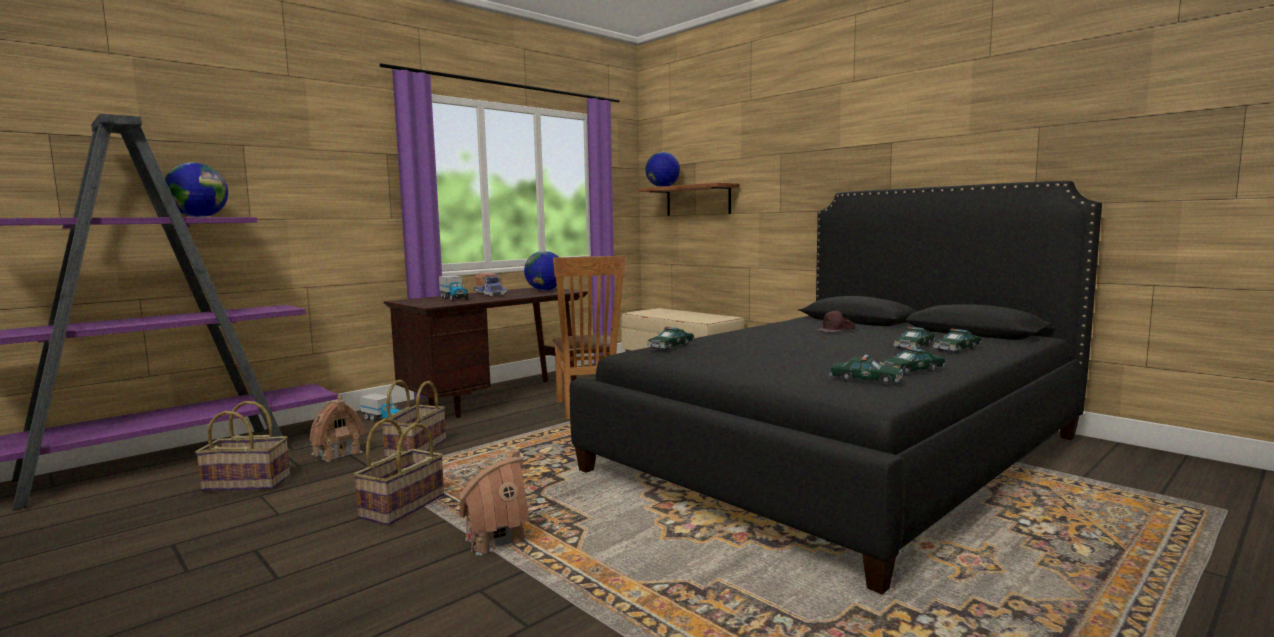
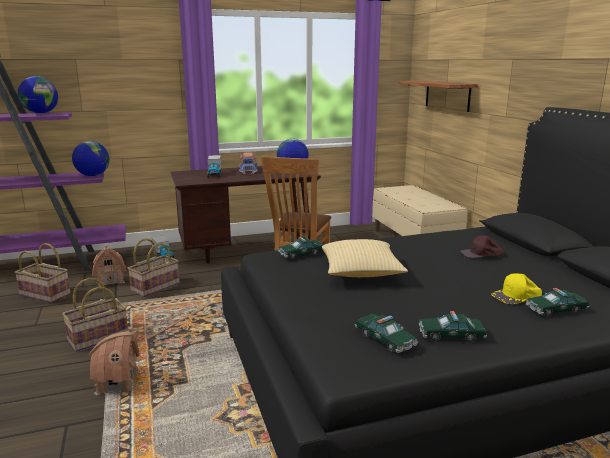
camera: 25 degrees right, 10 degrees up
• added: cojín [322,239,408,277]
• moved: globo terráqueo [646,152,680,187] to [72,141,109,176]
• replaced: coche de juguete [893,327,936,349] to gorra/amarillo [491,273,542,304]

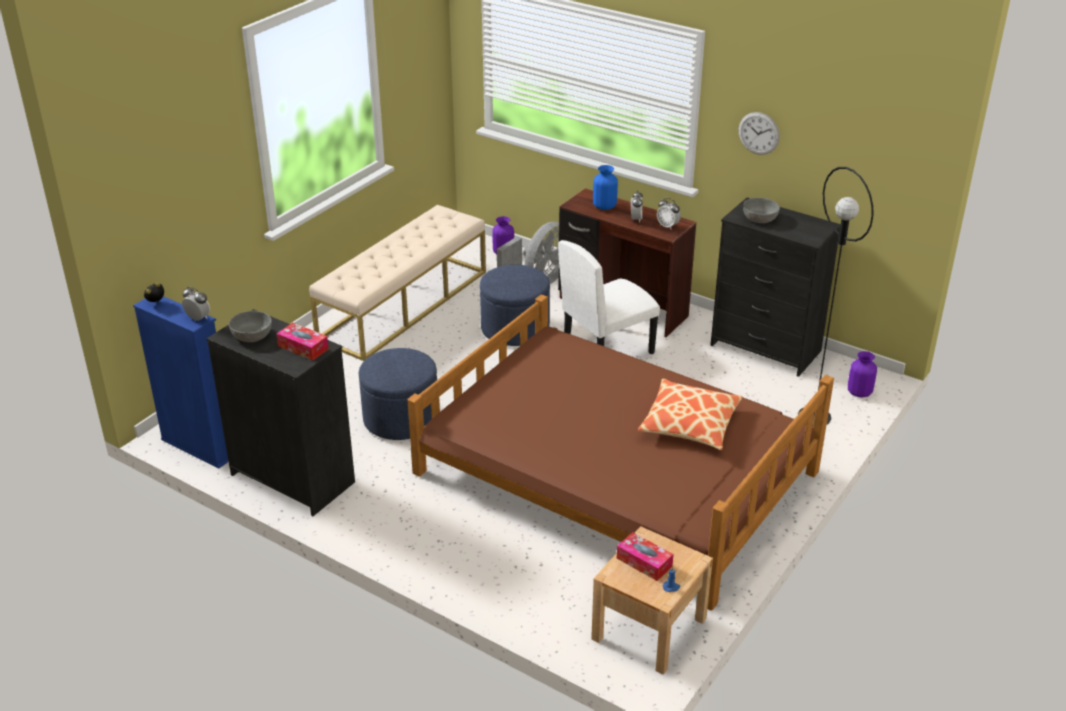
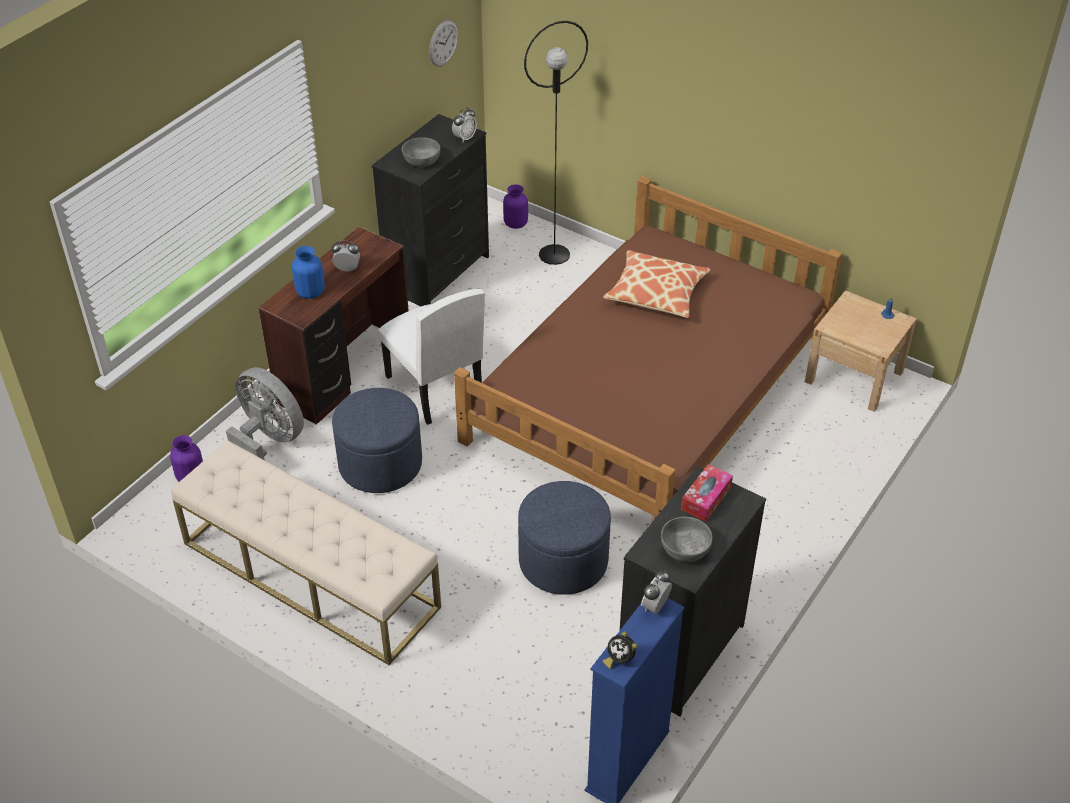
camera: 90 degrees left, 10 degrees up
• removed: caja de pañuelos [617,532,673,581]
• moved: despertador [657,198,681,229] to [452,108,477,142]
• moved: reloj de pared [739,112,780,155] to [429,20,458,67]

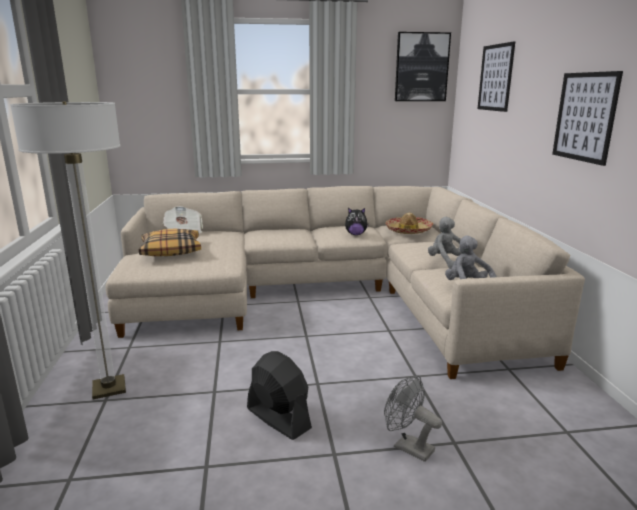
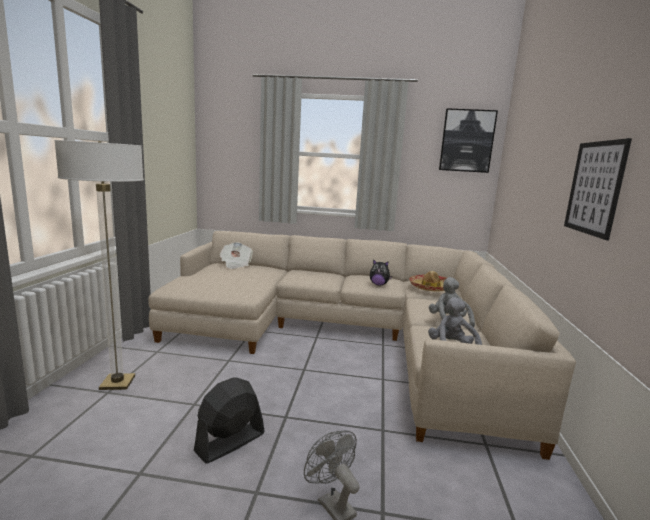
camera: 15 degrees right, 5 degrees down
• removed: cojín [139,229,201,256]
• removed: cuadro [477,41,515,112]
• turned: ventilador/negro [247,351,312,440] = [194,378,265,464] 105 degrees counterclockwise

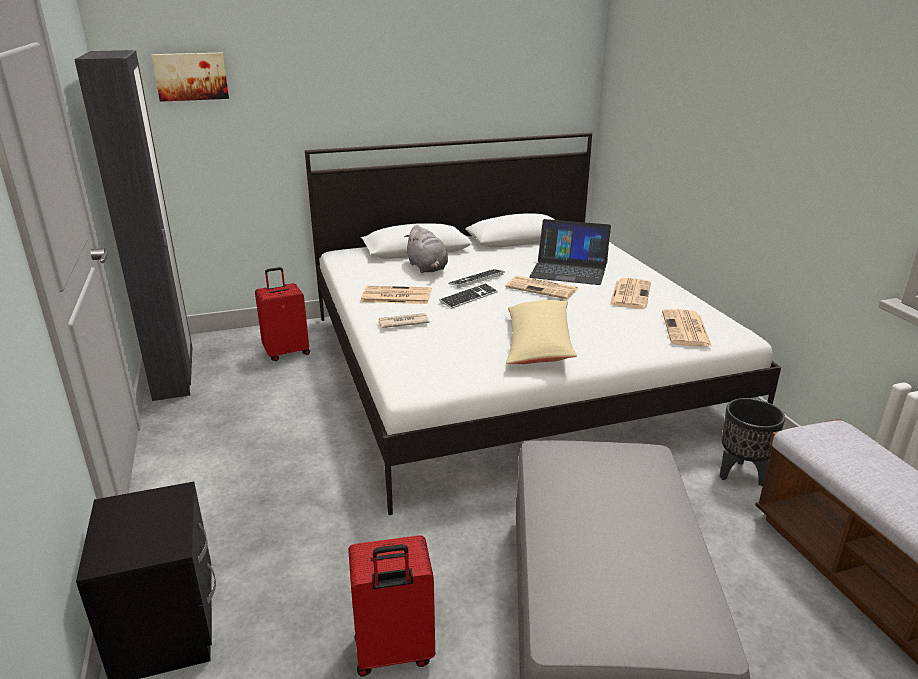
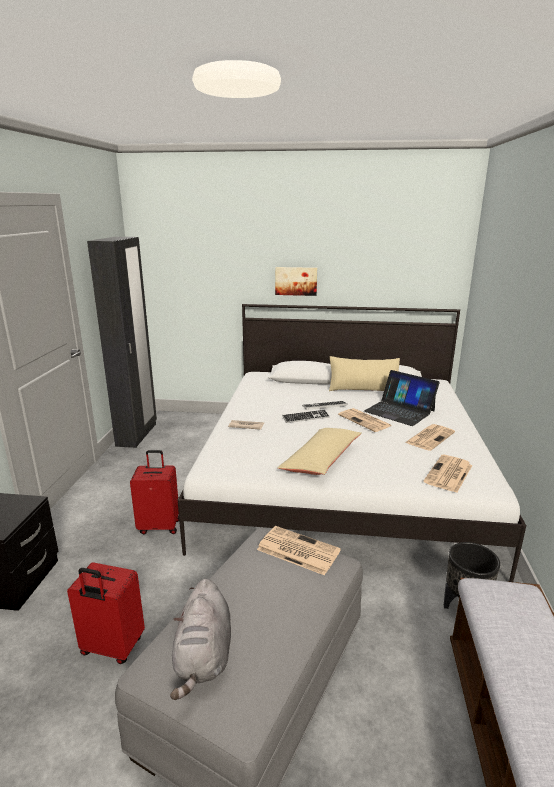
camera: 25 degrees right, 5 degrees down
• added: cojín/beis [329,356,400,391]
• moved: cuadro [151,53,229,102] to [275,267,317,296]
• moved: maleta/rojo [255,267,310,361] to [130,450,179,534]
• moved: periódico [361,286,432,304] to [257,526,341,576]
• moved: peluche/gris [404,225,448,273] to [170,579,231,700]

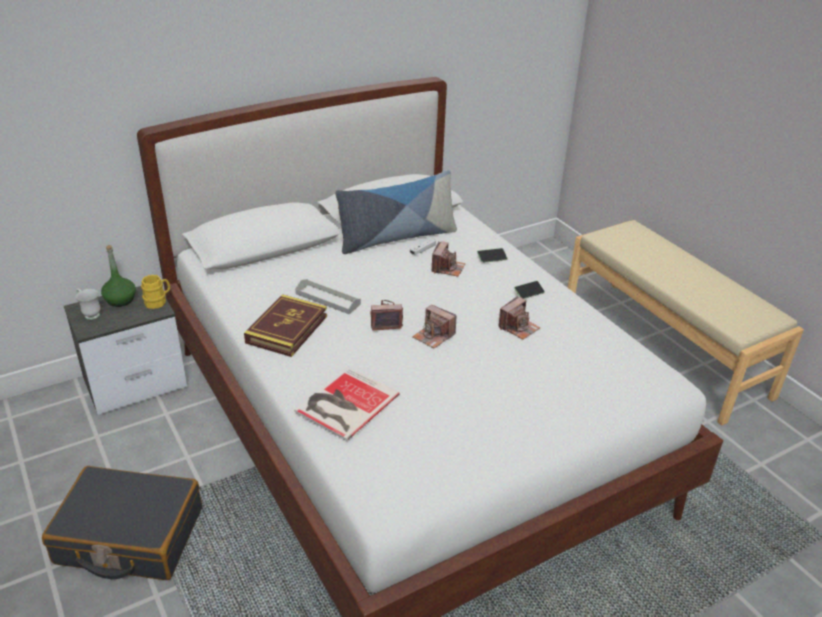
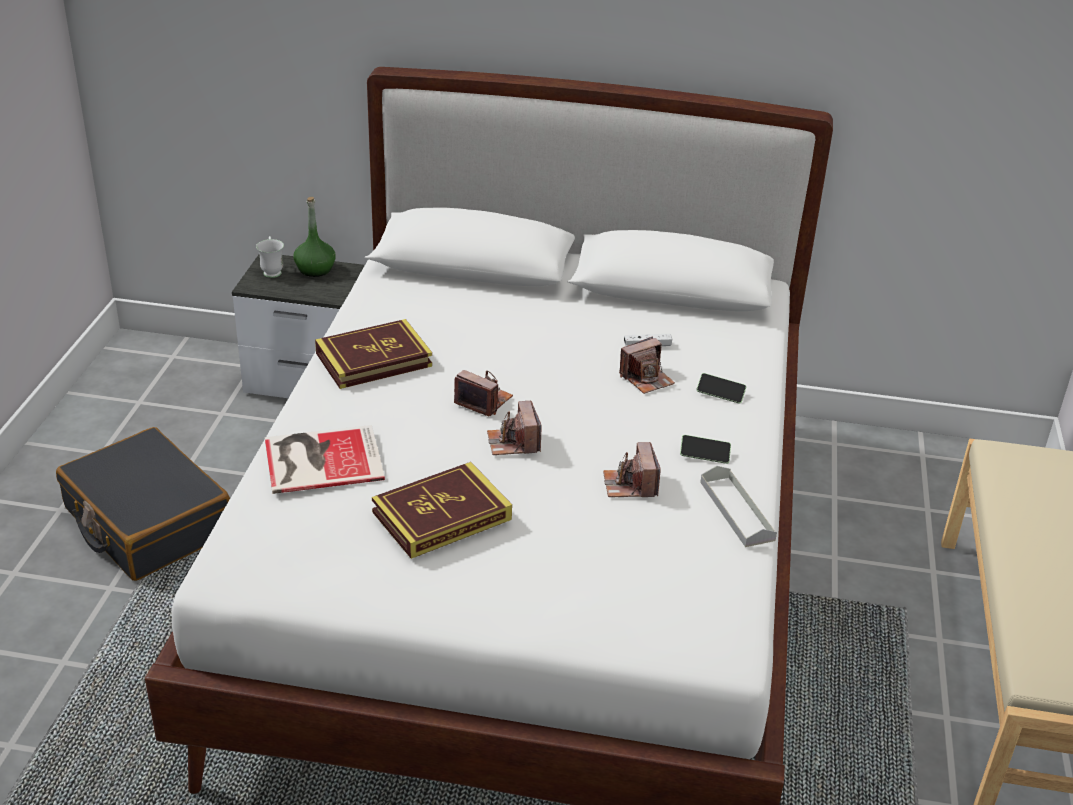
camera: 40 degrees right, 0 degrees up
• removed: taza grande/amarillo [141,275,170,309]
• removed: cojín [335,170,457,254]
• added: libro [372,462,512,559]
• moved: bandeja/gris [295,279,361,314] to [700,466,777,547]
• turned: cámara [498,296,540,340] = [603,442,661,497] 90 degrees clockwise

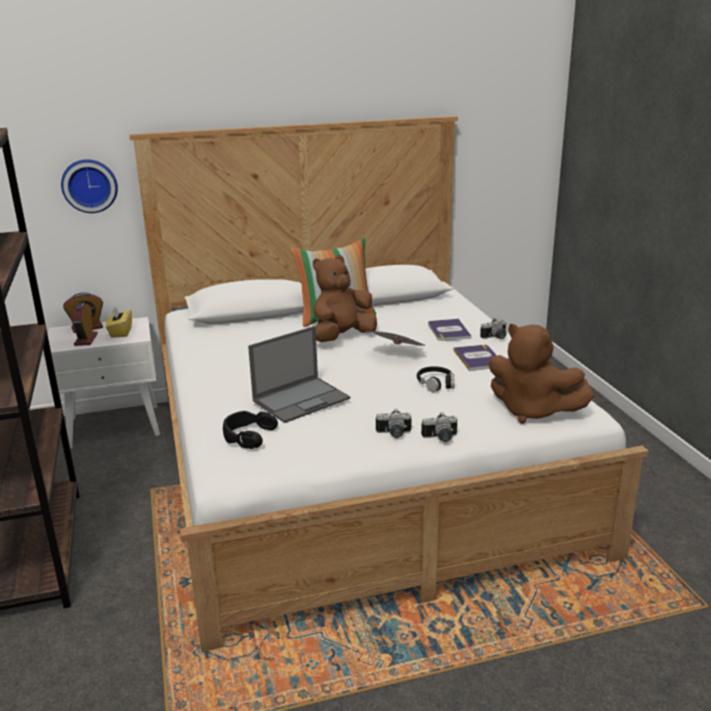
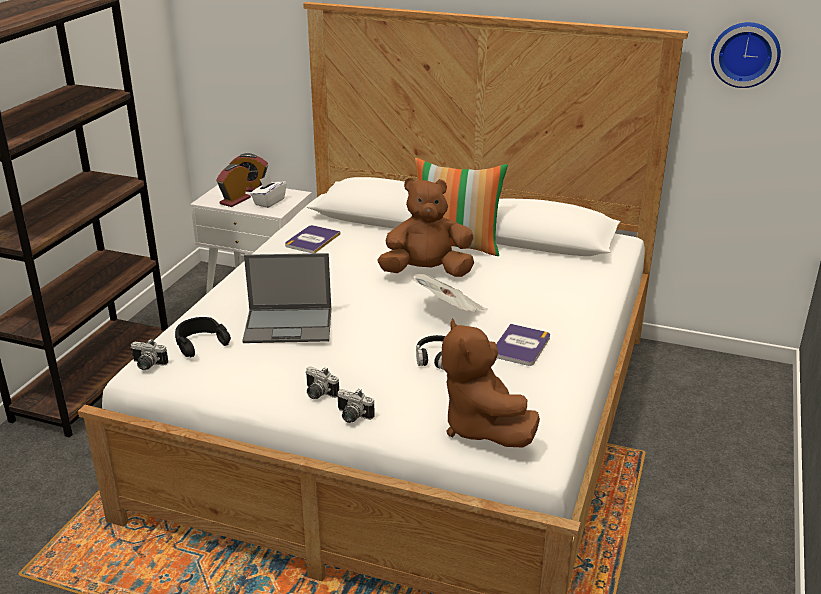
camera: 35 degrees right, 5 degrees up
• moved: reloj de pared [61,159,118,213] to [711,22,781,88]
• moved: libro [428,319,472,341] to [285,225,341,253]
• moved: cámara [480,318,506,339] to [130,339,168,370]
• recoloured: caja de pañuelos/amarillo [106,306,132,338] to caja de pañuelos/blanco [250,174,286,208]

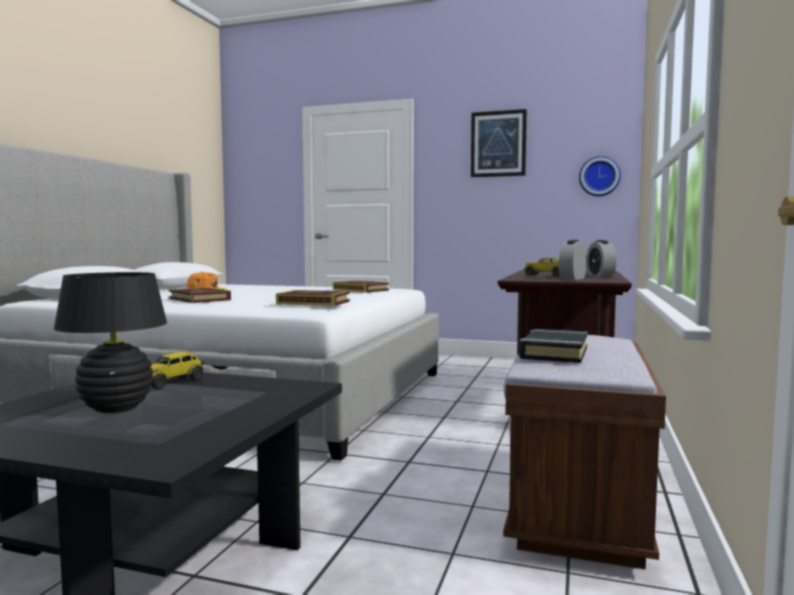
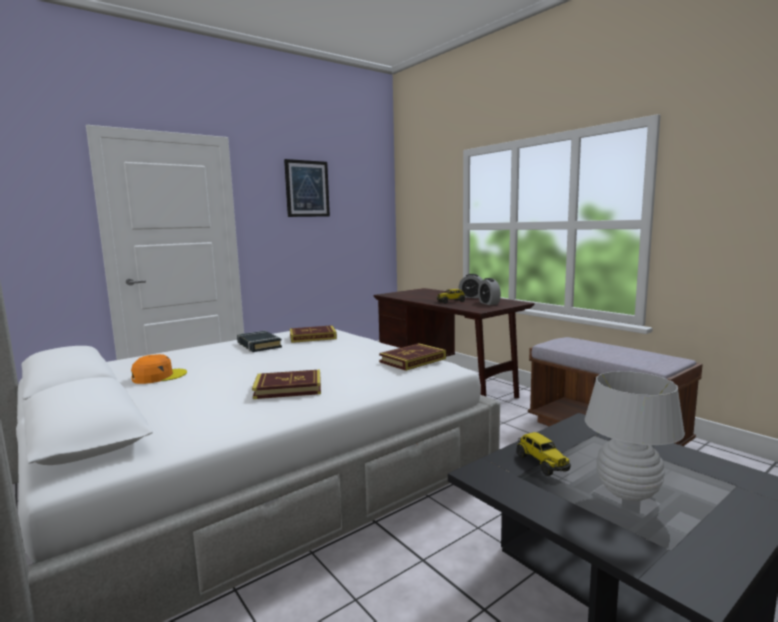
camera: 55 degrees left, 5 degrees up
• removed: reloj de pared [579,156,621,196]
• moved: libro/negro [519,329,588,363] to [237,331,282,352]
• recoloured: lámpara de mesa/negro [54,272,167,413] to lámpara de mesa/blanco [585,371,685,501]

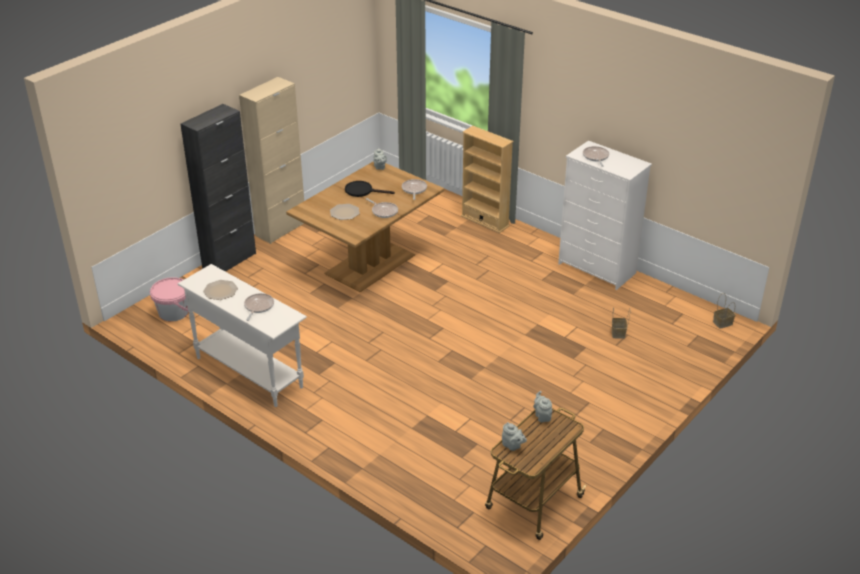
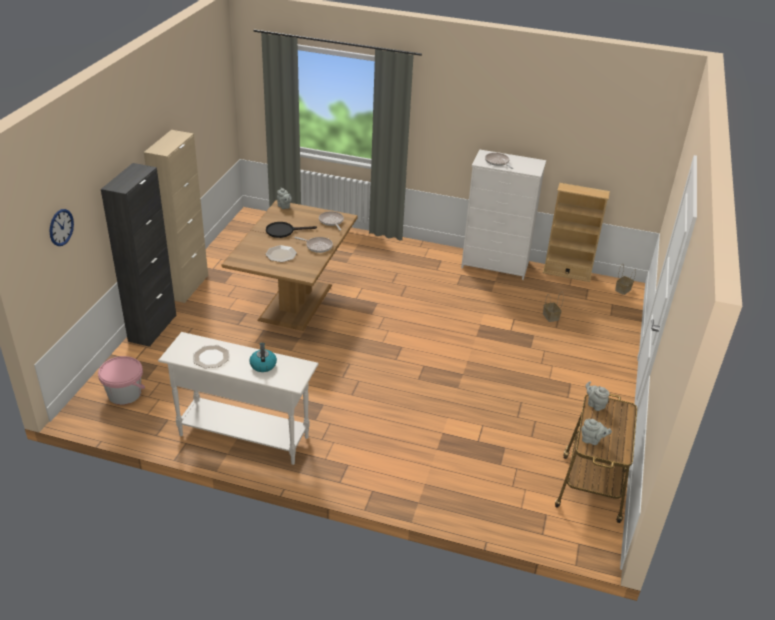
camera: 25 degrees left, 0 degrees up
• added: reloj de pared [49,209,74,246]
• moved: estantería/beis [461,126,513,233] to [543,183,610,282]
• replaced: sartén [244,293,274,321] to hervidor [249,343,277,372]

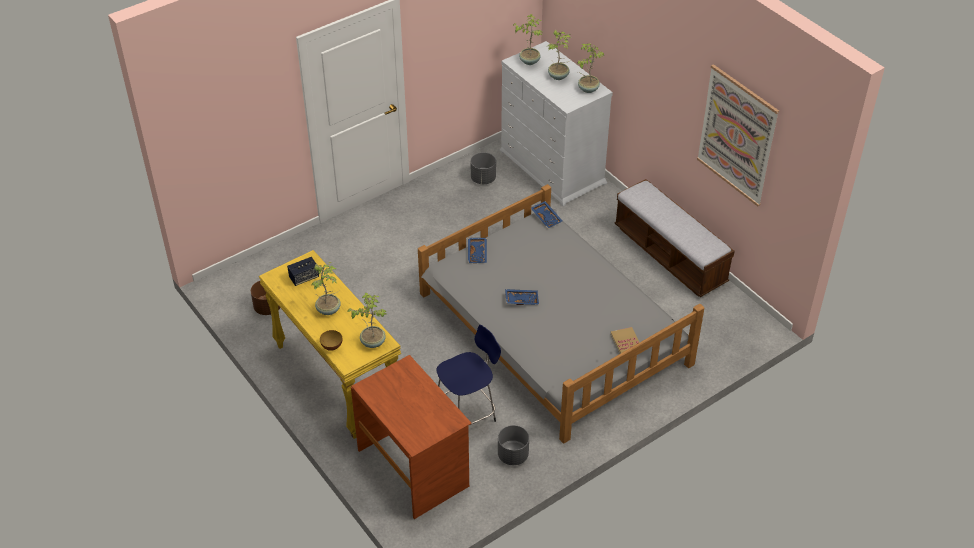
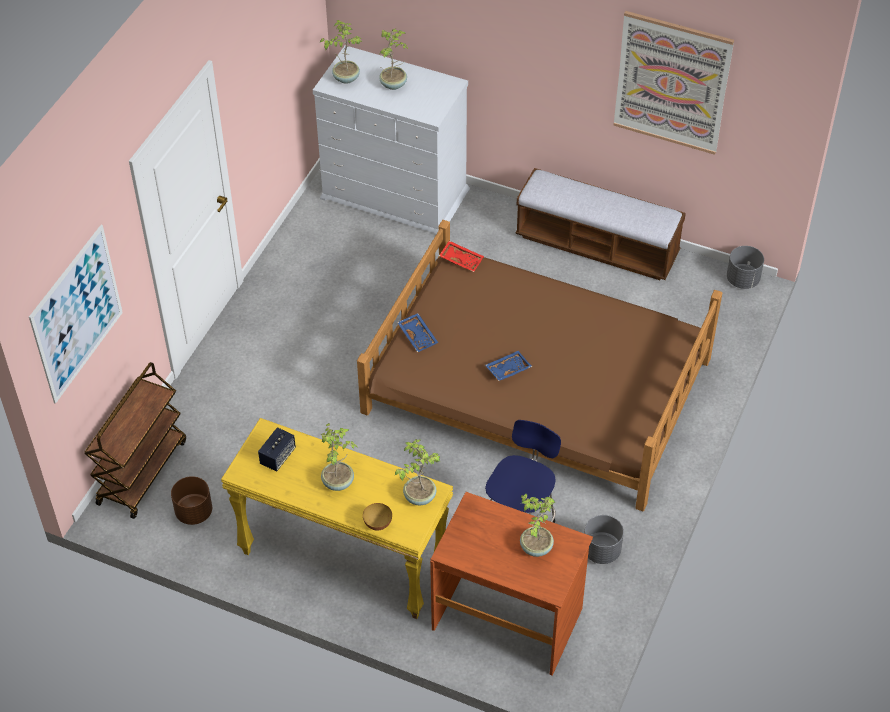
camera: 30 degrees left, 5 degrees up
• removed: libro [610,327,640,354]
• added: cuadro [29,225,123,404]
• added: carrito/marrón [84,362,186,519]
• moved: maceta/gris [471,152,496,184] to [727,246,764,289]
• moved: planta en maceta [578,44,604,93] to [520,494,555,557]
• recoloured: cama/gris [418,184,705,444] to cama/marrón [357,220,722,511]
• recoloured: bandeja/azul [531,201,562,228] to bandeja/rojo [439,241,484,272]

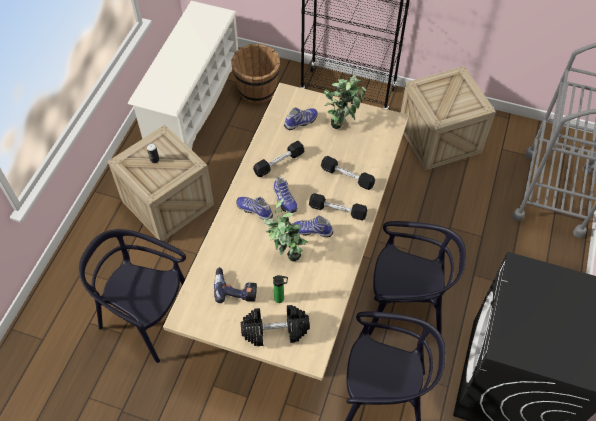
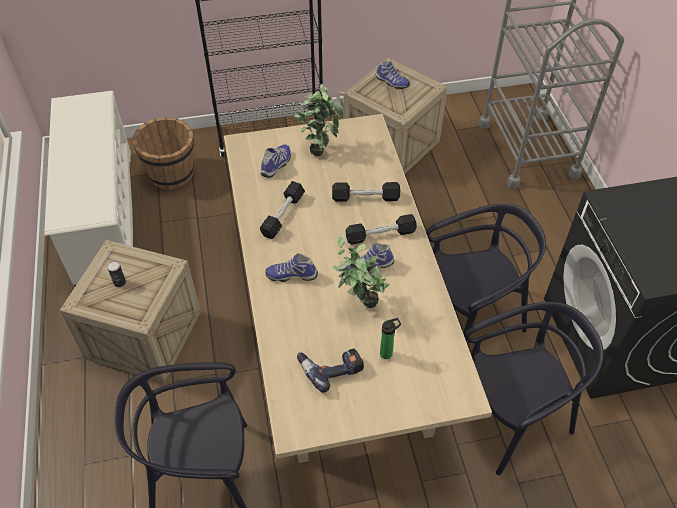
camera: 30 degrees left, 5 degrees down
• removed: mancuerna/negro [241,305,310,346]
• moved: zapato [273,176,297,213] to [376,61,410,89]

